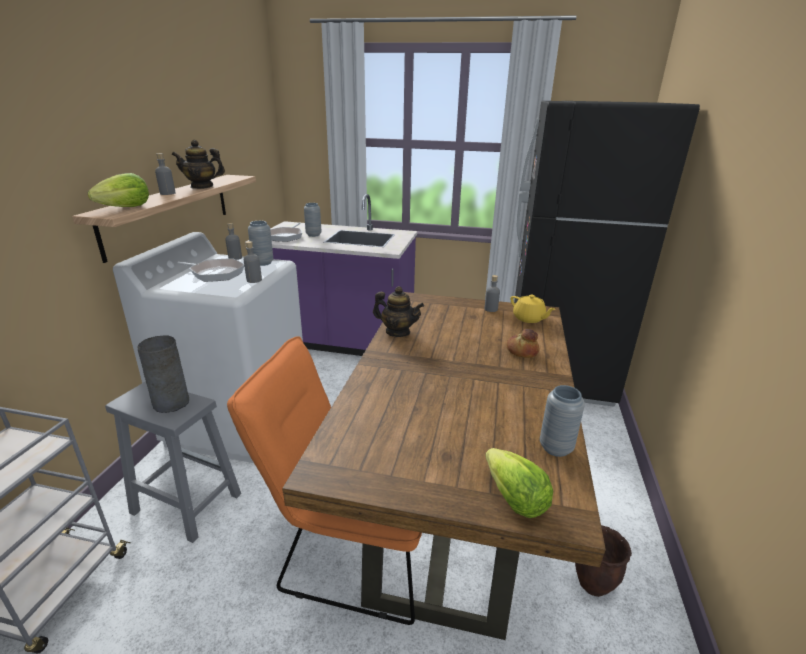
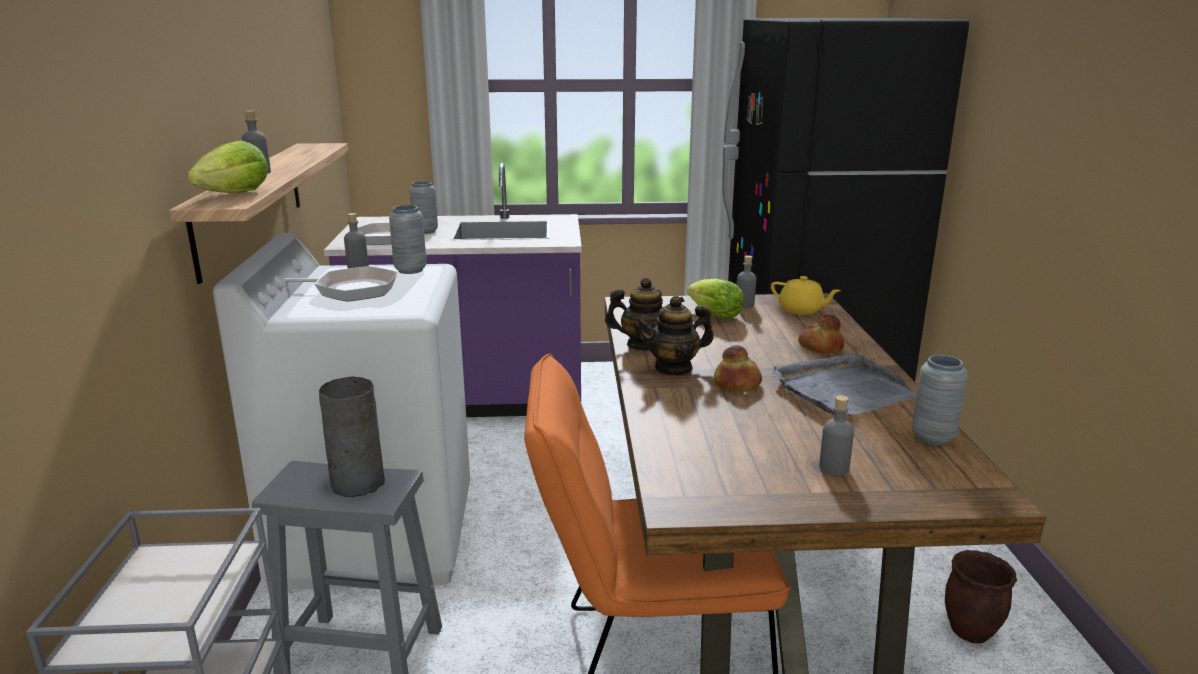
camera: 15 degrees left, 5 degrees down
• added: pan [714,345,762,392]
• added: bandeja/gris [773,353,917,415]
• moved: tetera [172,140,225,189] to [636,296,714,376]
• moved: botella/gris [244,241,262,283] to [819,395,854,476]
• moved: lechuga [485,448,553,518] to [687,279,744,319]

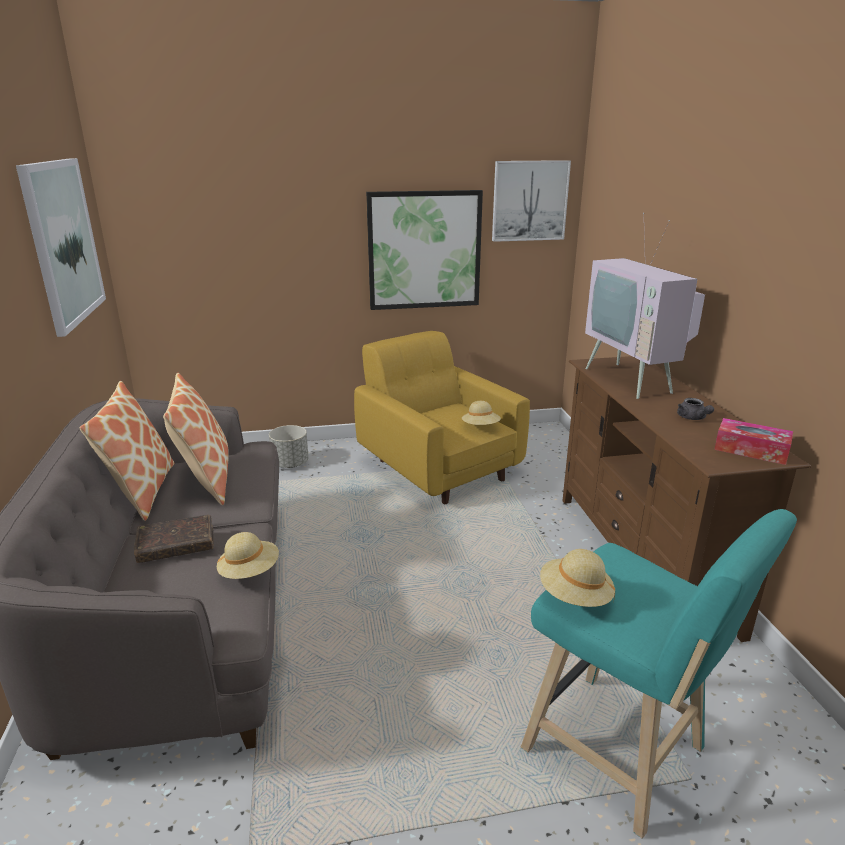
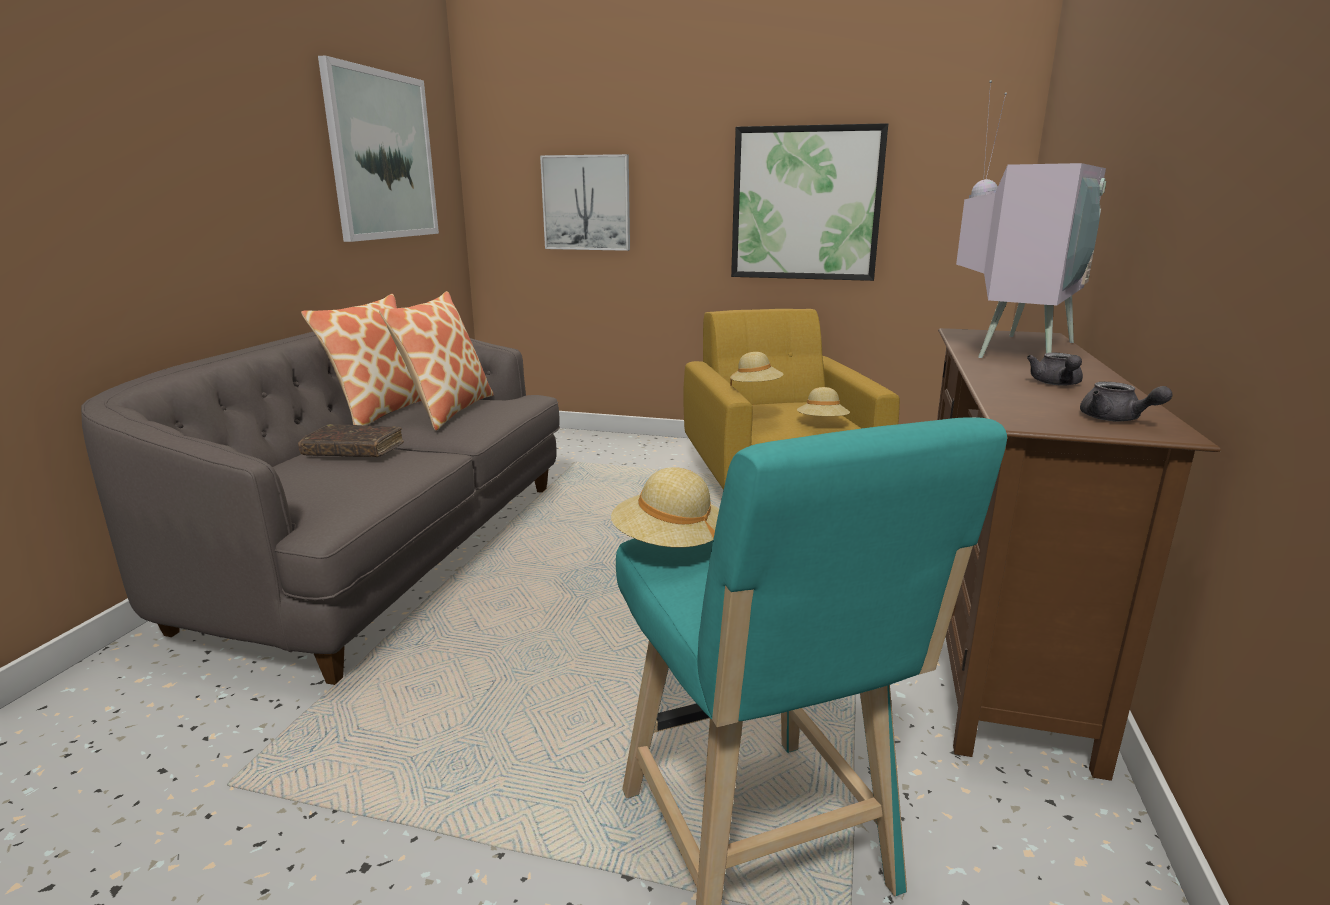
camera: 25 degrees right, 5 degrees down
• removed: maceta/gris [269,425,309,468]
• moved: sombrero/beis [217,532,279,579] to [730,352,783,386]
• moved: cuadro [492,160,571,242] to [540,154,630,251]
• replaced: caja de pañuelos [714,418,793,465] to tetera/gris [1080,382,1172,421]
• turned: televisor [585,213,705,399] = [956,80,1106,358] 150 degrees counterclockwise

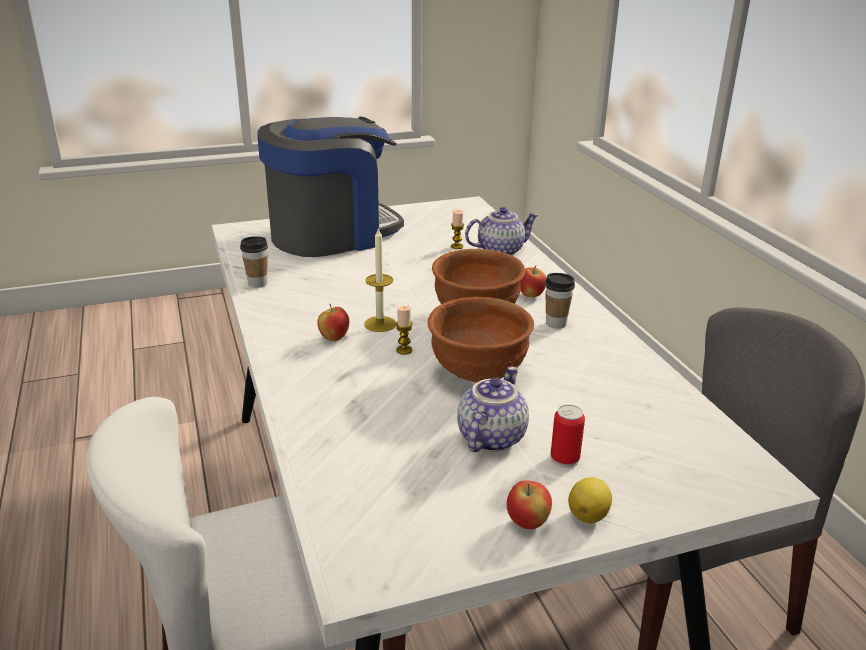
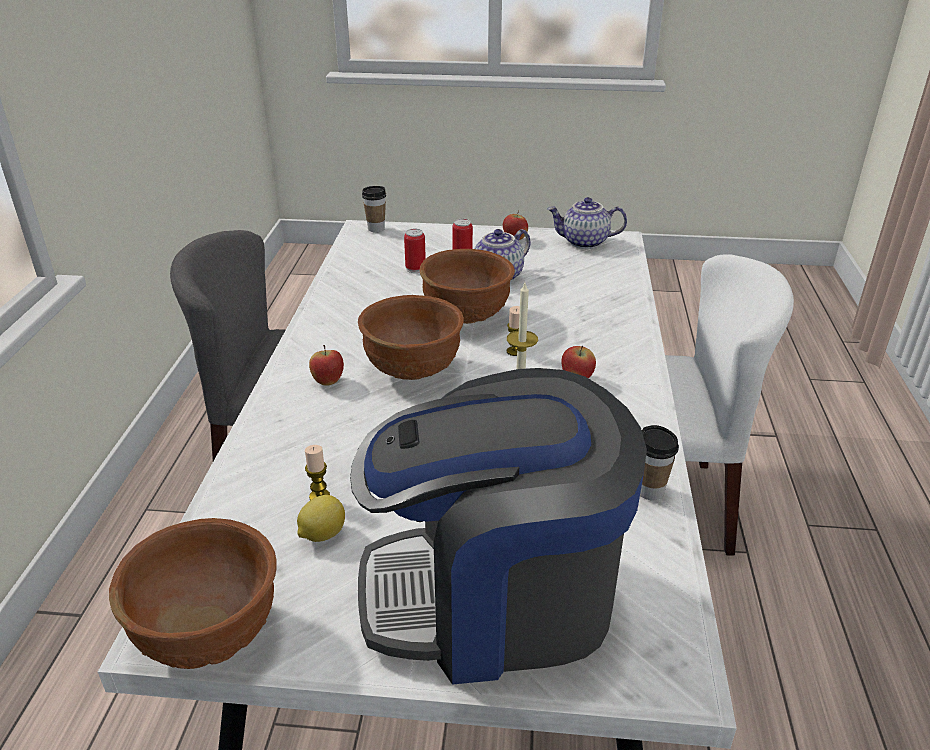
camera: 155 degrees left, 5 degrees up
• added: cuenco/marrón [109,518,277,669]
• added: lata [404,229,426,273]
• moved: tetera [465,207,539,255] to [547,197,627,249]
• moved: taza [545,273,575,329] to [362,186,386,232]
• moved: limón [568,477,612,524] to [297,495,345,542]

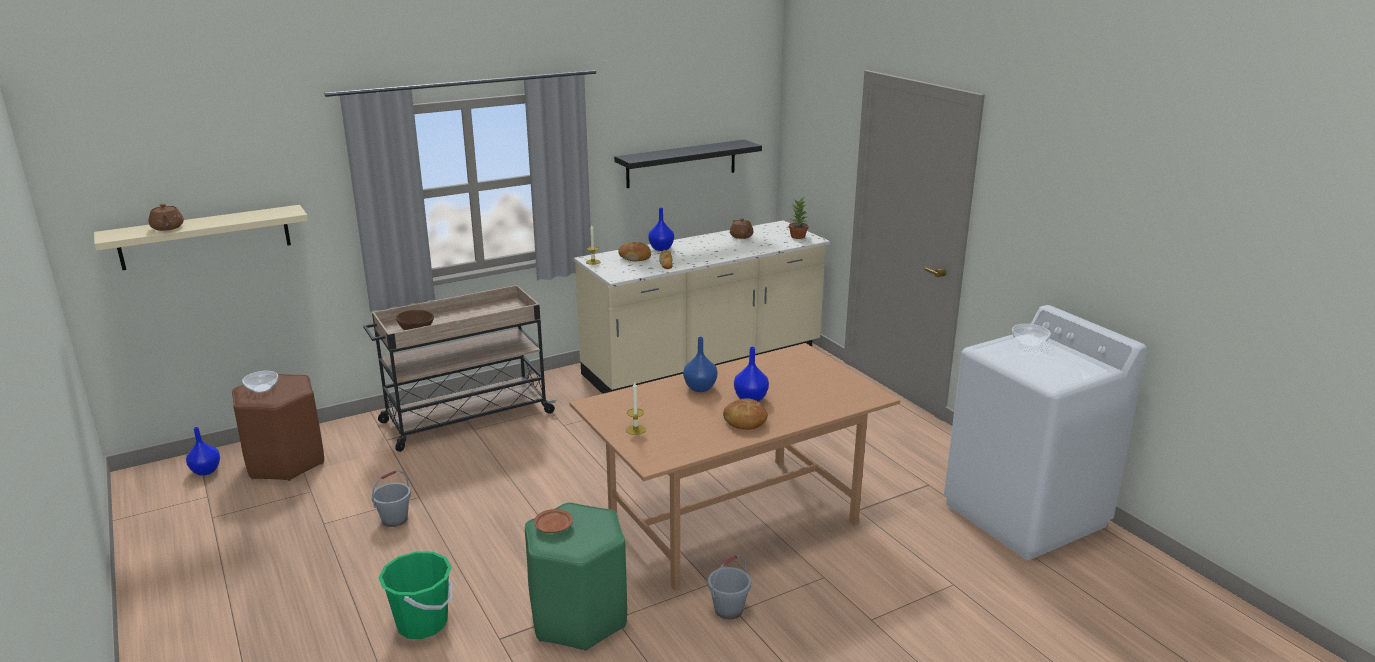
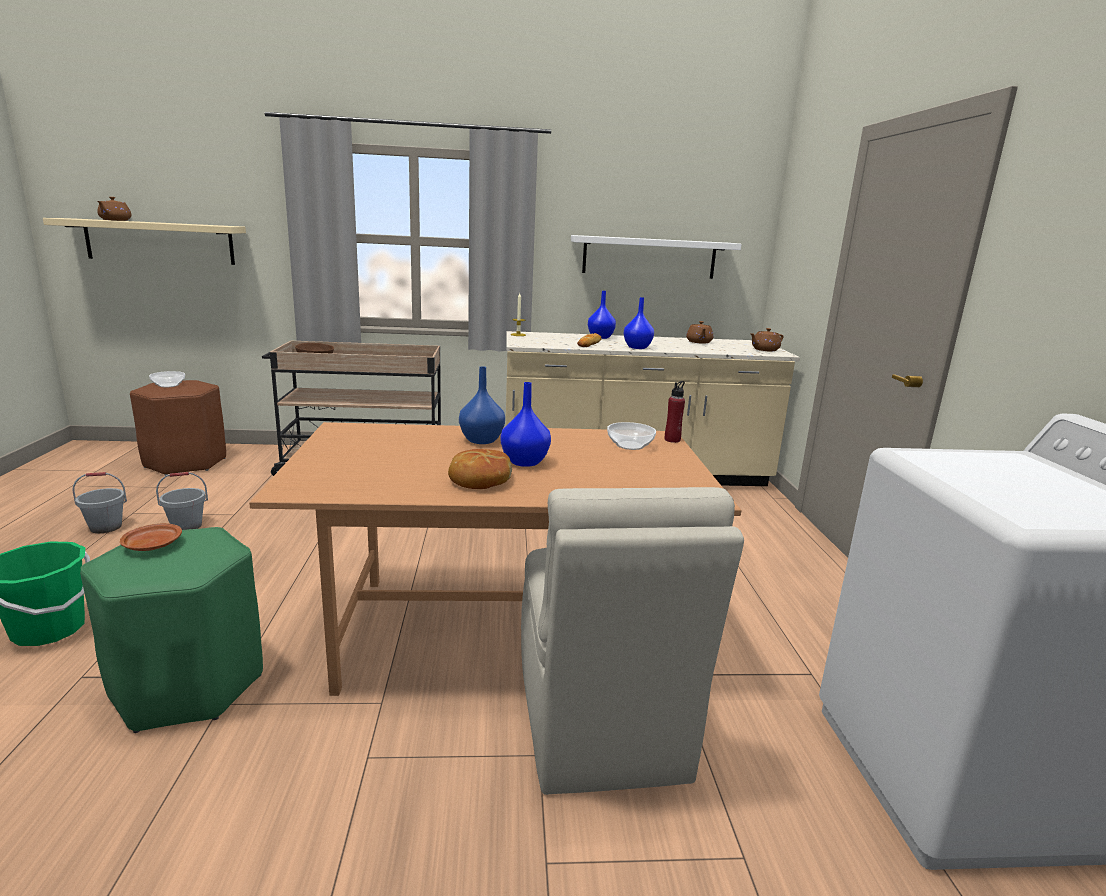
camera: 25 degrees right, 5 degrees down
• removed: pan [618,242,651,261]
• removed: vela [626,382,646,435]
• added: silla/beis [521,487,744,795]
• added: botella/rojo [665,381,685,443]
• moved: florero/azul [186,427,220,476] to [624,297,654,349]
• moved: cubo/gris [708,555,751,619] to [72,472,127,533]
• moved: cuenco [1012,324,1051,347] to [607,422,656,450]
• replaced: planta en maceta [789,197,809,239] to tetera/marrón [750,328,783,351]
• recoloured: estante/negro [614,140,762,188] to estante/blanco [571,235,742,279]

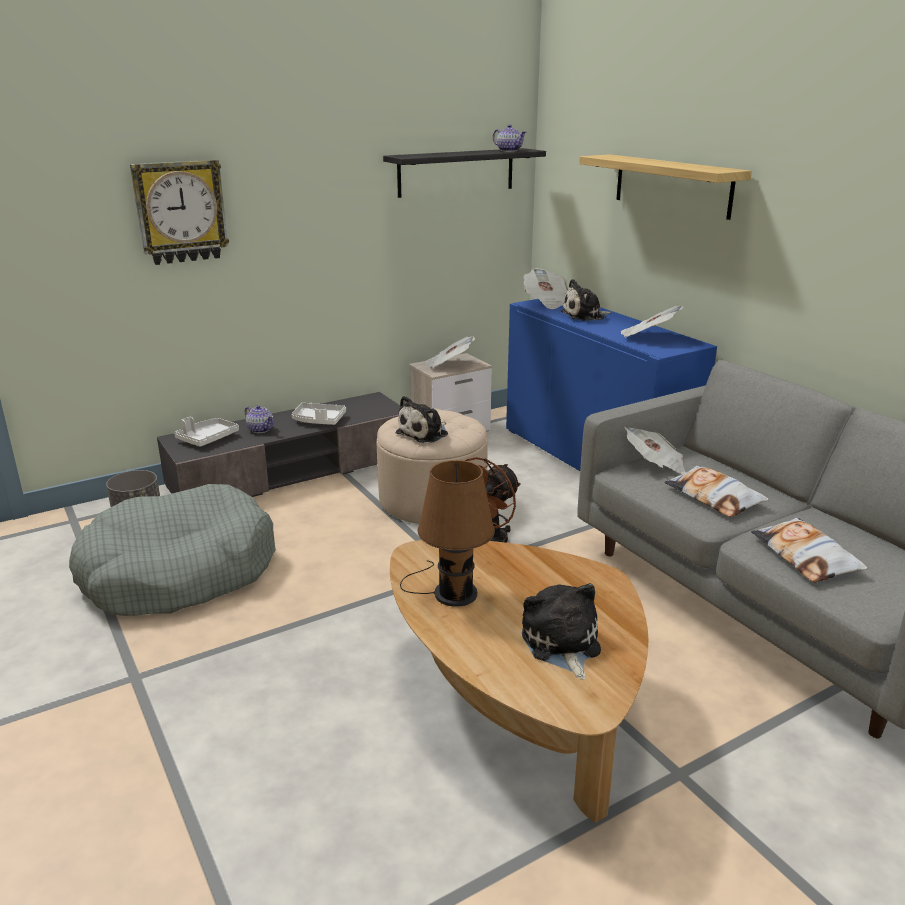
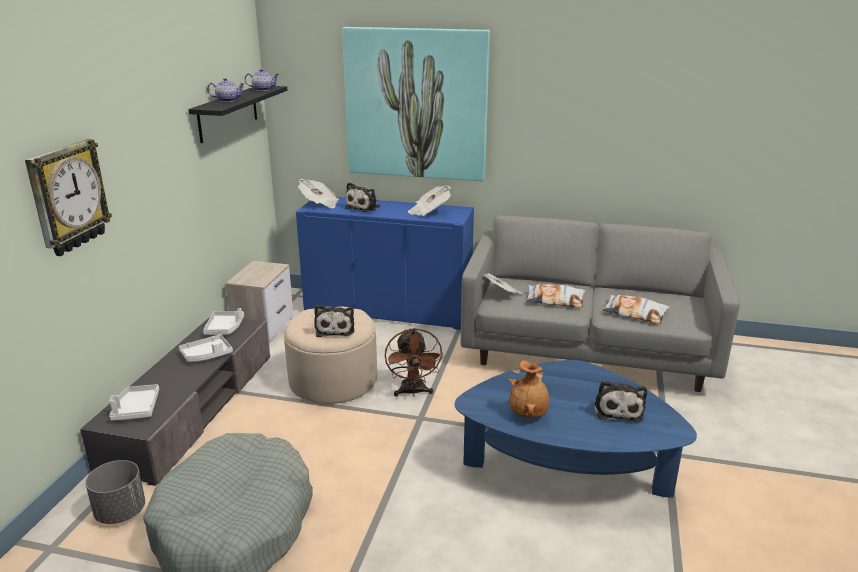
camera: 45 degrees left, 0 degrees up
• removed: periódico [425,337,475,368]
• added: bandeja/blanco [203,308,244,335]
• moved: tetera [245,405,274,433] to [207,78,245,102]
• replaced: lámpara de mesa/marrón [400,460,495,607] to florero/marrón [509,360,549,418]
• replaced: estante [579,154,752,220] to cuadro [342,27,490,181]
• recoloured: mesa de centro/marrón [390,540,649,823] to mesa de centro/azul [455,360,697,497]
• turned: peluche [522,583,601,679] = [594,381,647,422] 120 degrees counterclockwise

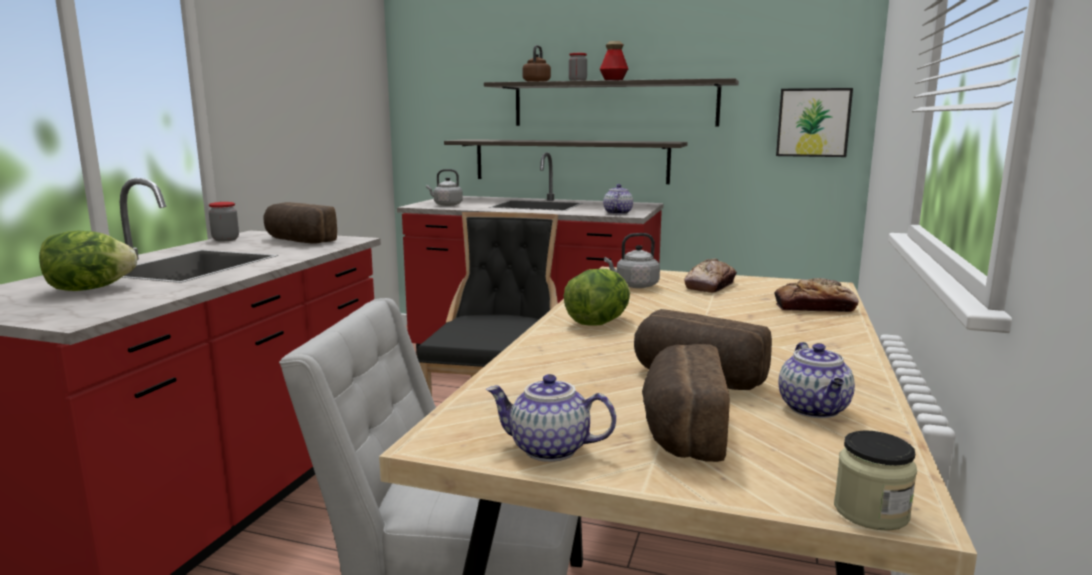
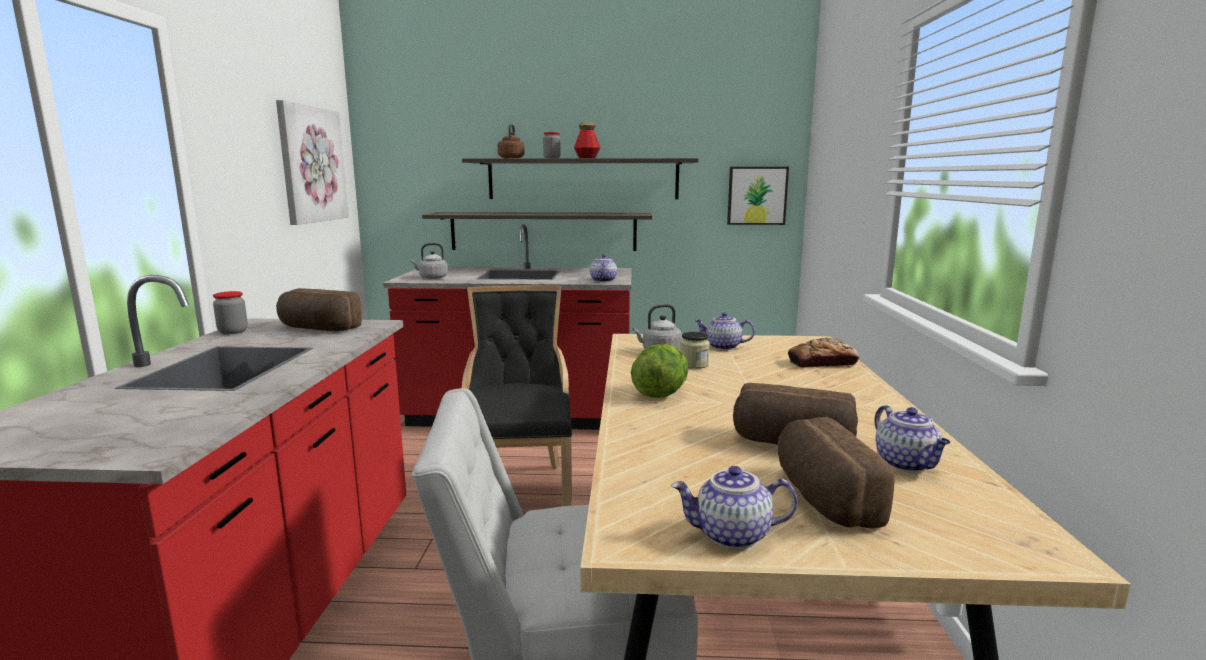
camera: 15 degrees left, 0 degrees up
• removed: lechuga [39,231,137,291]
• added: cuadro [276,100,349,225]
• moved: tarro [834,430,917,531] to [680,332,710,369]
• replaced: pan [684,259,737,293] to tetera [694,312,755,350]

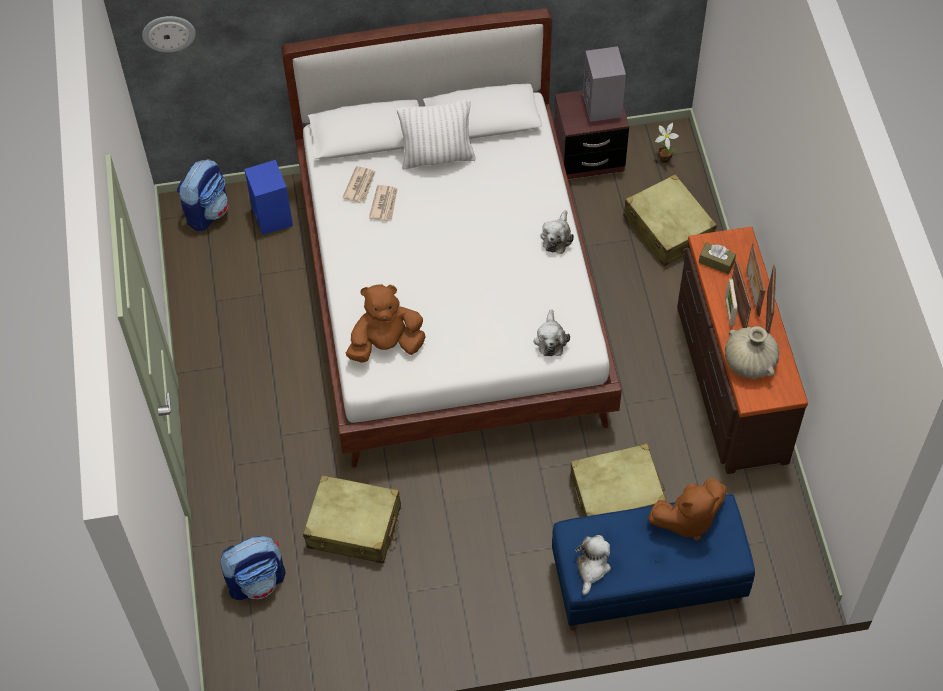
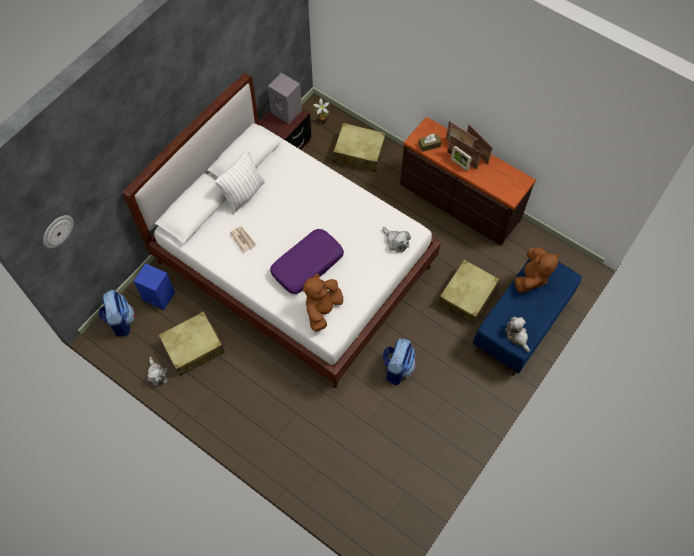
camera: 45 degrees left, 5 degrees up
• removed: periódico [342,166,376,203]
• removed: florero/beis [725,326,779,379]
• added: cojín/morado [270,229,344,294]
• moved: mochila [221,536,285,600] to [383,338,416,385]
• moved: maleta/beis [303,475,401,564] to [158,311,225,376]
• moved: peluche [540,210,574,254] to [147,357,169,386]

